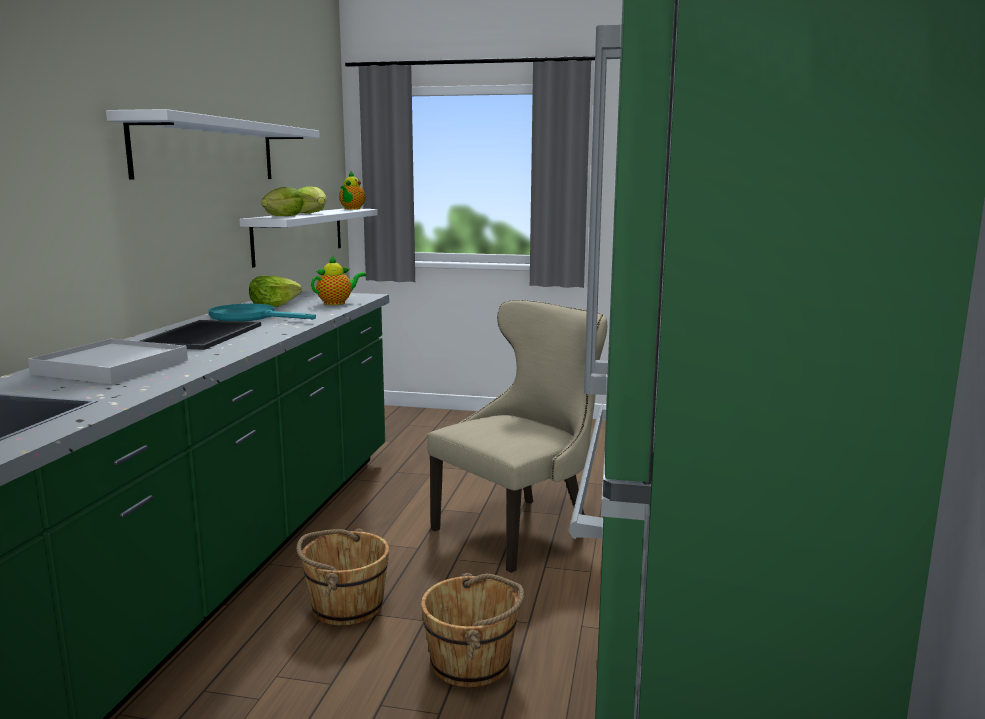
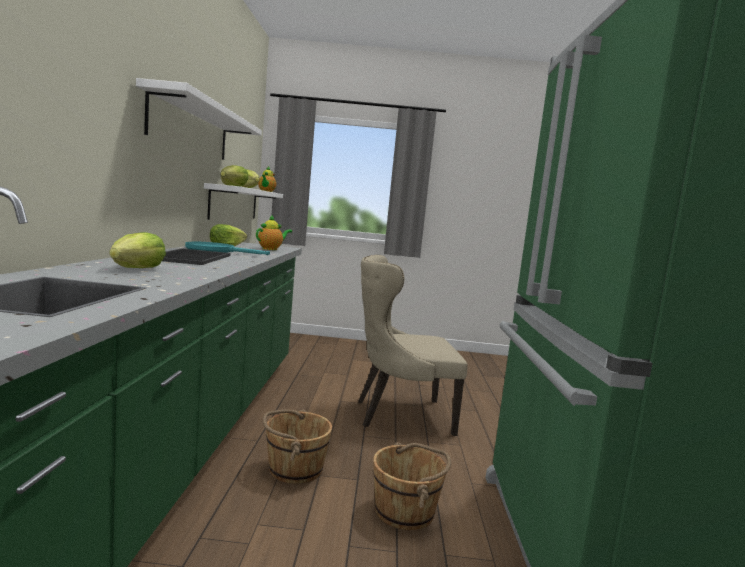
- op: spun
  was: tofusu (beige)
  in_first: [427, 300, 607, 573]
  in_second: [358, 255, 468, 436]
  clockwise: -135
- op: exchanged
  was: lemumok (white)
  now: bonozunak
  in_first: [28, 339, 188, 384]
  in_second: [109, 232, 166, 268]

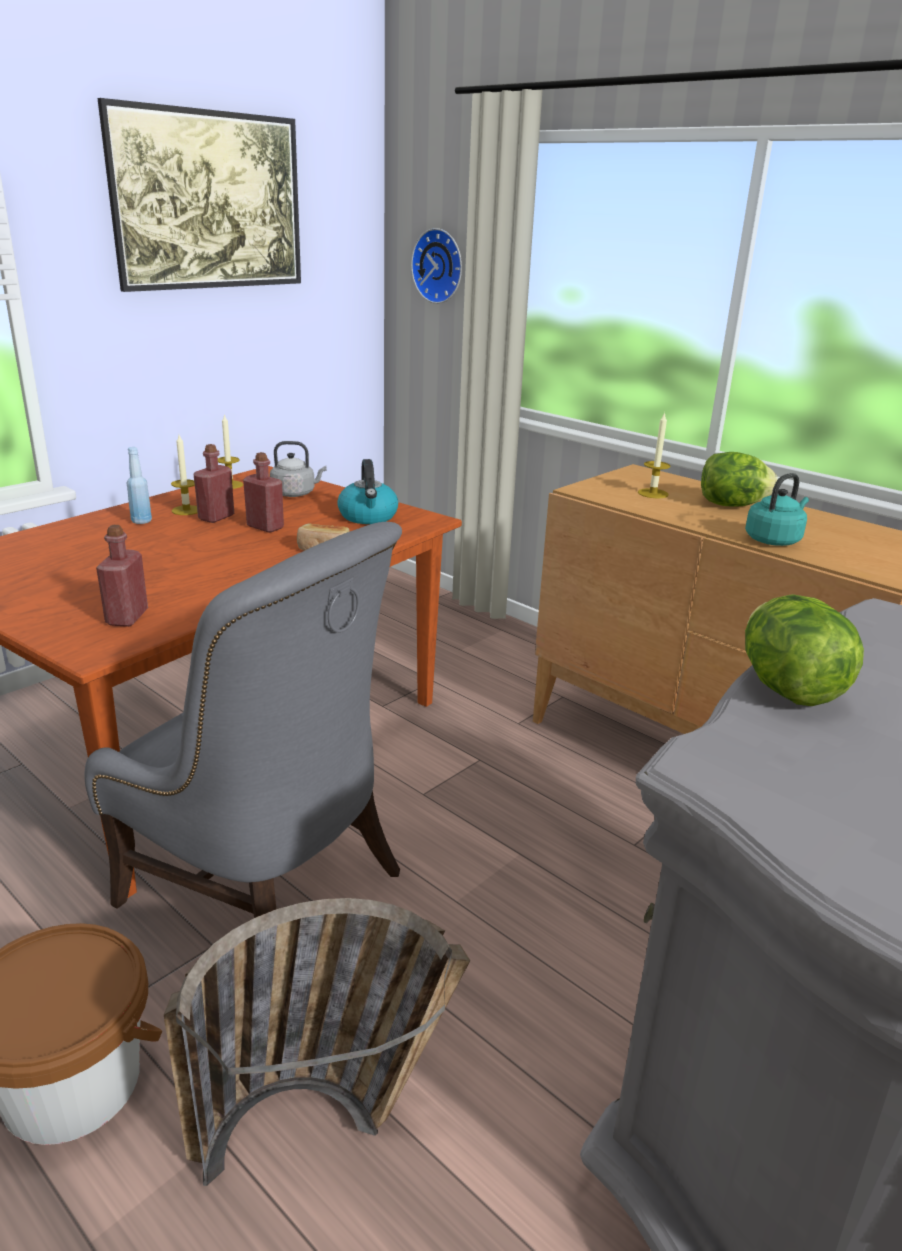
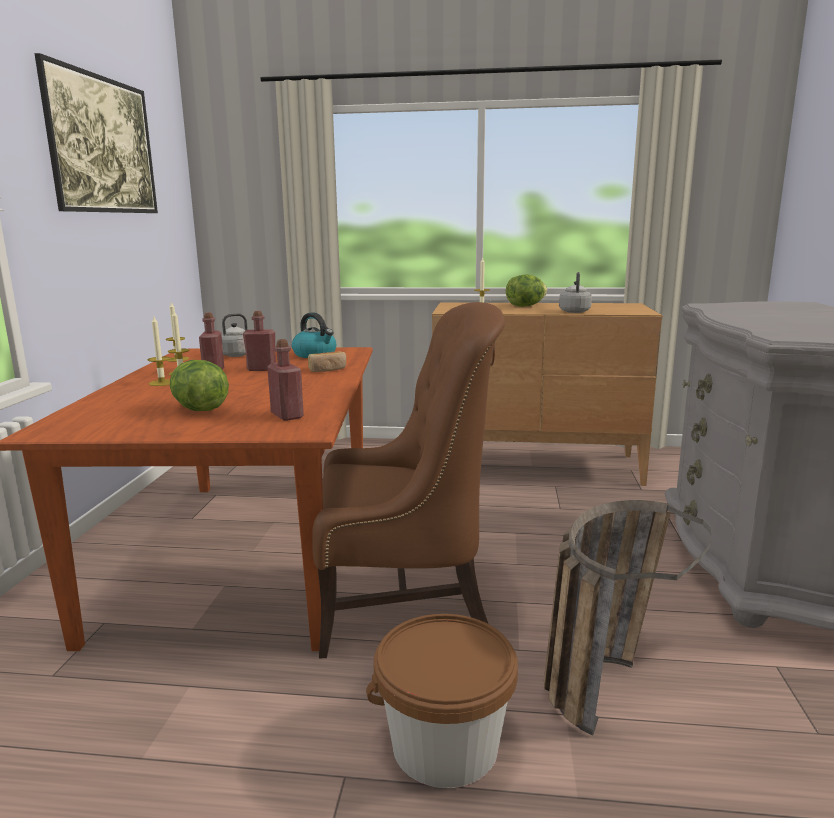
- op: missing
  was: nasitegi
  in_first: [411, 228, 462, 304]
- op: exchanged
  was: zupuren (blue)
  now: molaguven
  in_first: [127, 447, 152, 524]
  in_second: [147, 316, 171, 386]
- op: colour
  was: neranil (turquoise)
  now: neranil (grey)
  in_first: [745, 473, 809, 546]
  in_second: [559, 272, 592, 313]
- op: colour
  was: tofusu (grey)
  now: tofusu (brown)
  in_first: [85, 522, 402, 918]
  in_second: [312, 302, 505, 658]
- op: relocated
  was: bonozunak
  in_first: [745, 594, 864, 706]
  in_second: [170, 360, 229, 411]

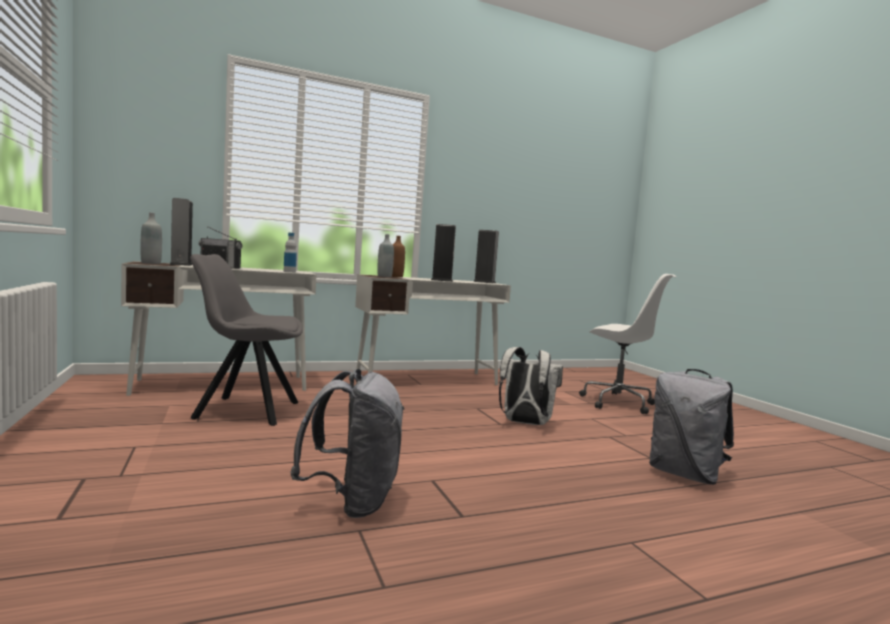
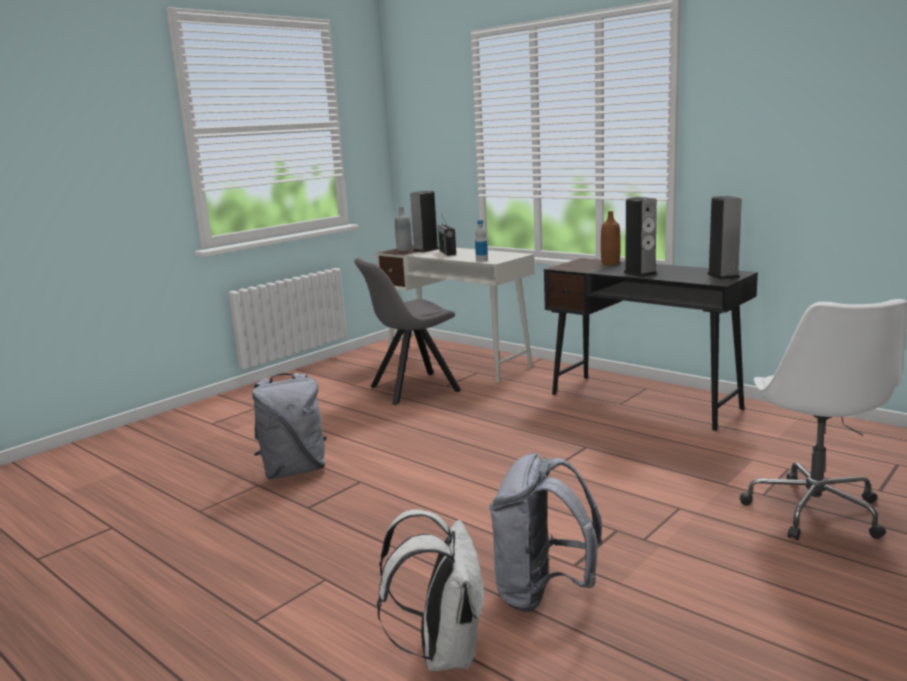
- op: missing
  was: zupuren (grey)
  in_first: [377, 234, 394, 277]
- op: spun
  was: tofusu (grey)
  in_first: [190, 254, 303, 426]
  in_second: [355, 258, 461, 405]
  clockwise: -90
- op: colour
  was: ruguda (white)
  now: ruguda (black)
  in_first: [355, 274, 511, 385]
  in_second: [544, 258, 758, 431]
- op: relocated
  was: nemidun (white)
  in_first: [499, 347, 563, 425]
  in_second: [377, 510, 485, 671]

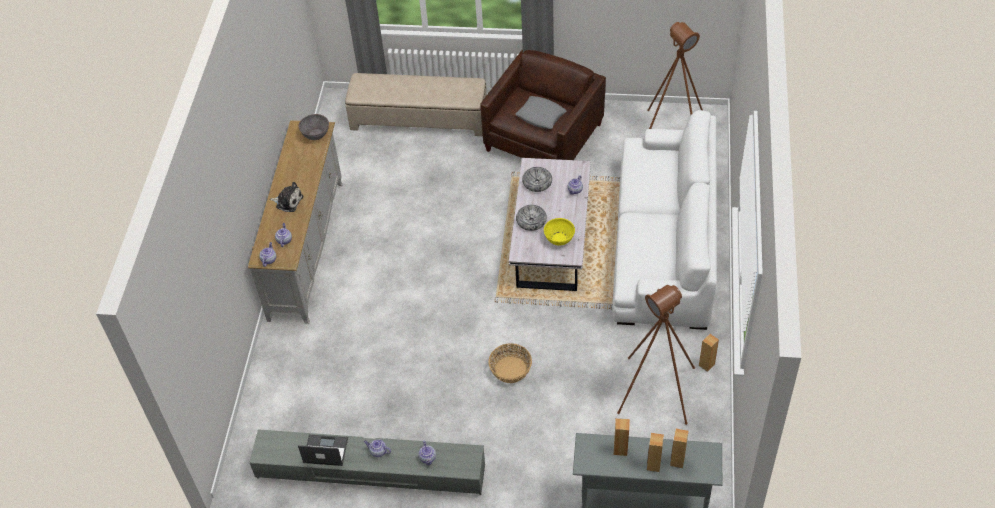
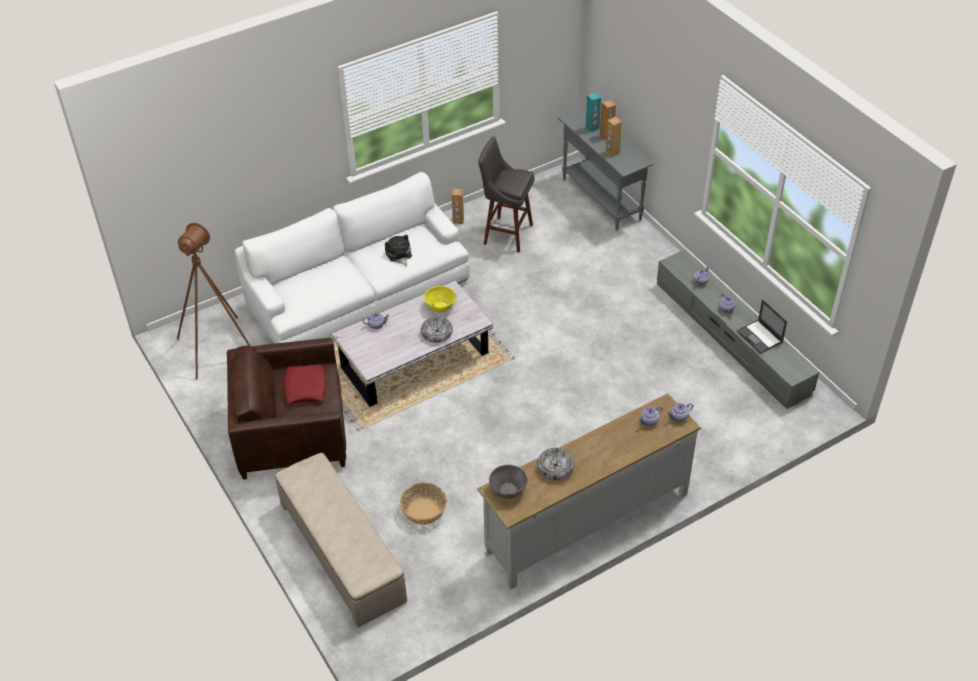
- op: colour
  was: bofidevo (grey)
  now: bofidevo (red)
  in_first: [515, 96, 567, 129]
  in_second: [284, 364, 326, 404]
- op: relocated
  was: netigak
  in_first: [522, 167, 552, 192]
  in_second: [537, 448, 574, 480]
- op: relocated
  was: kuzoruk
  in_first: [270, 182, 303, 212]
  in_second: [385, 234, 412, 266]
- op: exchanged
  was: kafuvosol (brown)
  now: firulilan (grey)
  in_first: [617, 285, 695, 425]
  in_second: [478, 137, 535, 252]
- op: relocated
  was: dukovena
  in_first: [488, 343, 532, 383]
  in_second: [400, 483, 447, 525]
- op: colour
  was: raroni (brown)
  now: raroni (turquoise)
  in_first: [670, 429, 689, 468]
  in_second: [586, 93, 601, 132]

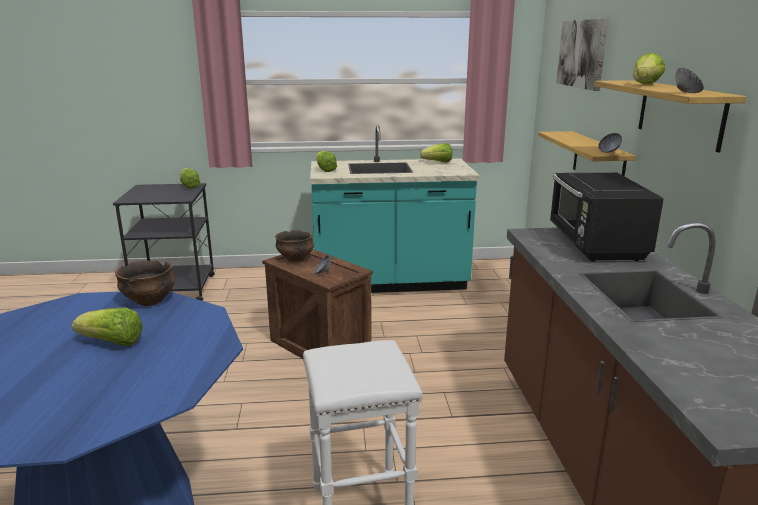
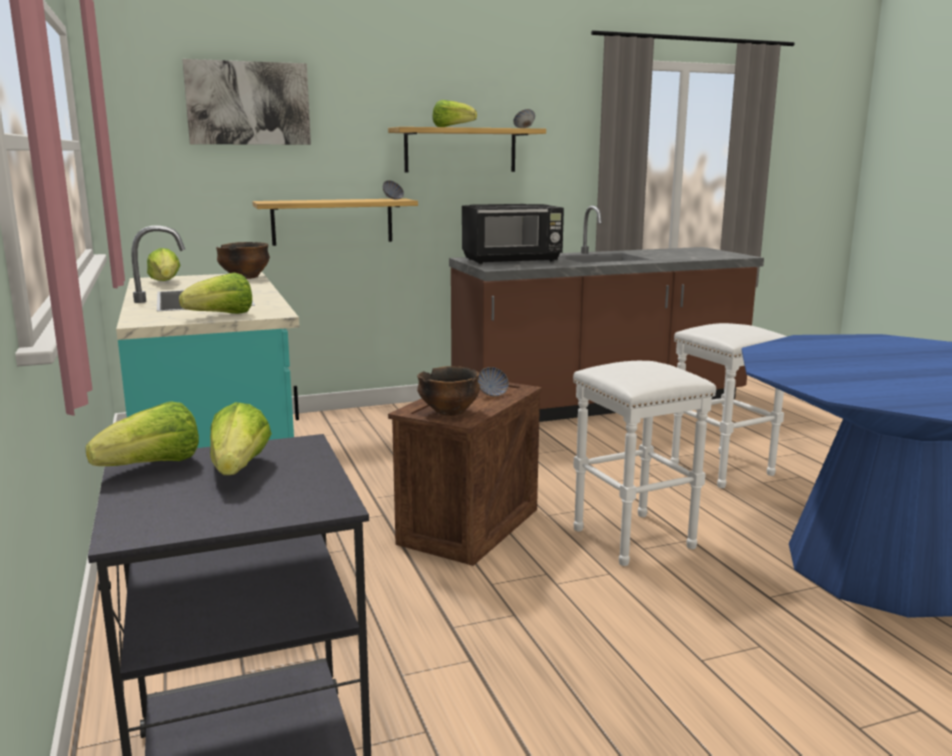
- op: relocated
  was: netigak
  in_first: [115, 261, 175, 306]
  in_second: [216, 242, 270, 279]
- op: relocated
  was: bonozunak
  in_first: [72, 308, 143, 346]
  in_second: [210, 402, 272, 475]
- op: appeared
  now: firulilan (white)
  in_second: [573, 361, 716, 566]

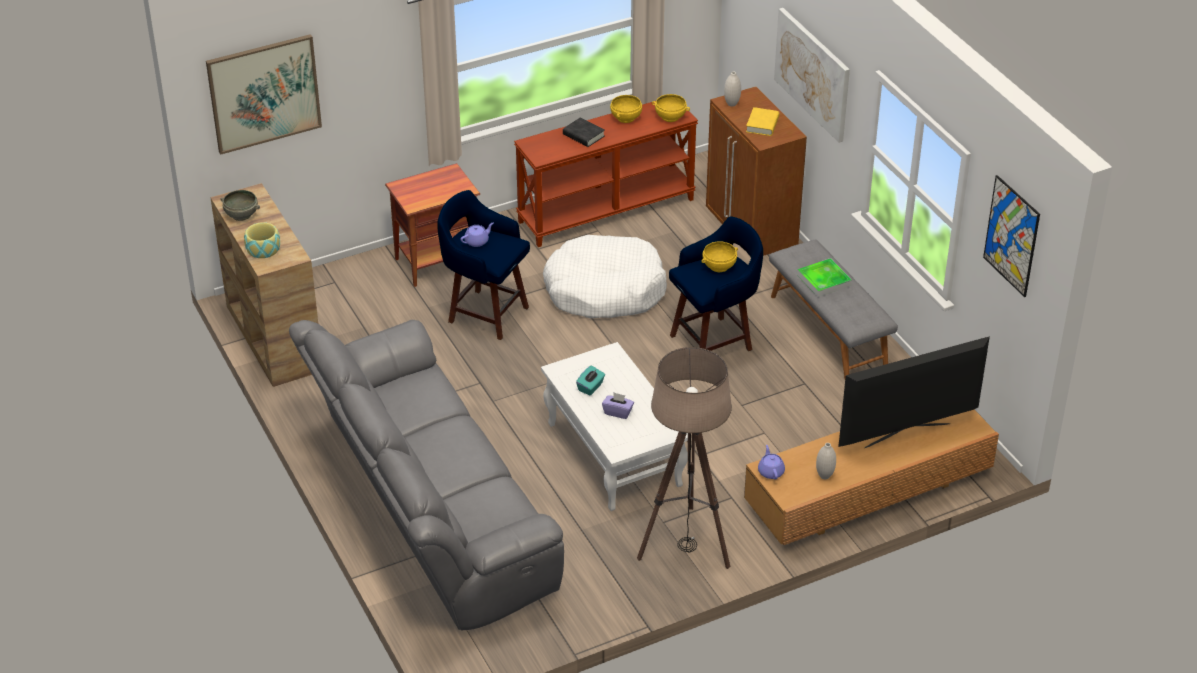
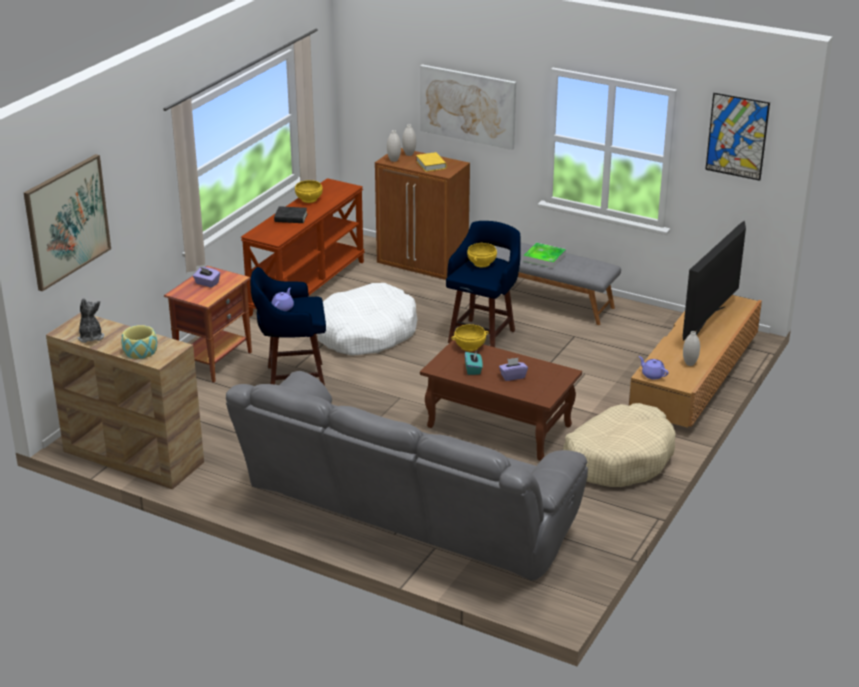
- op: relocated
  was: netigak (yellow)
  in_first: [652, 94, 690, 122]
  in_second: [451, 324, 489, 351]
- op: exchanged
  was: netigak (grey)
  now: kuzoruk
  in_first: [220, 190, 260, 221]
  in_second: [77, 298, 104, 343]
- op: colour
  was: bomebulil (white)
  now: bomebulil (brown)
  in_first: [541, 342, 688, 511]
  in_second: [420, 340, 582, 461]
- op: exchanged
  was: kafuvosol
  now: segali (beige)
  in_first: [637, 347, 732, 569]
  in_second: [563, 403, 676, 487]
- op: appeared
  now: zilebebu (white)
  in_second: [402, 125, 416, 156]
- op: appeared
  now: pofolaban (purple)
  in_second: [193, 267, 220, 288]

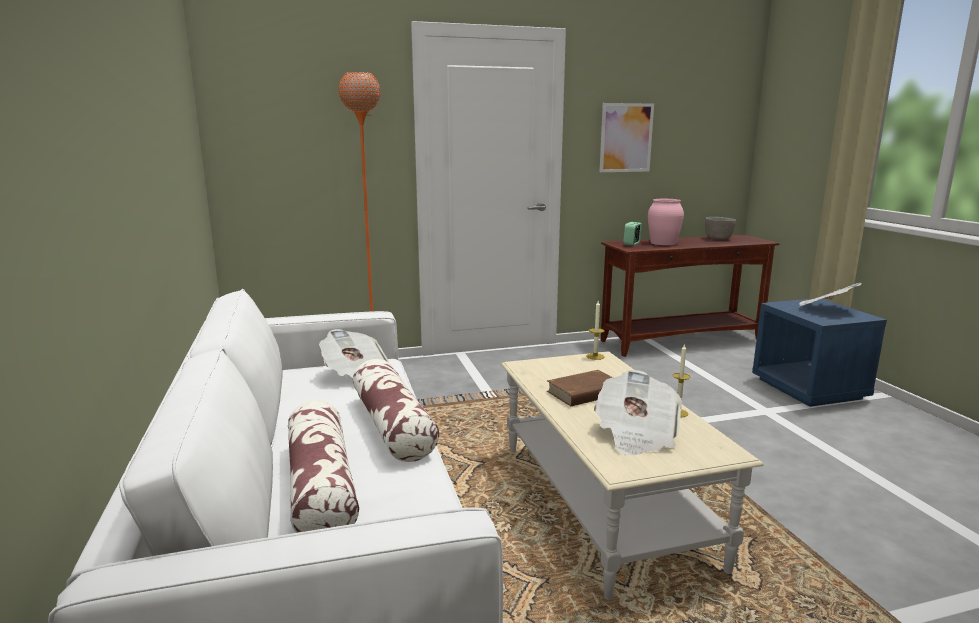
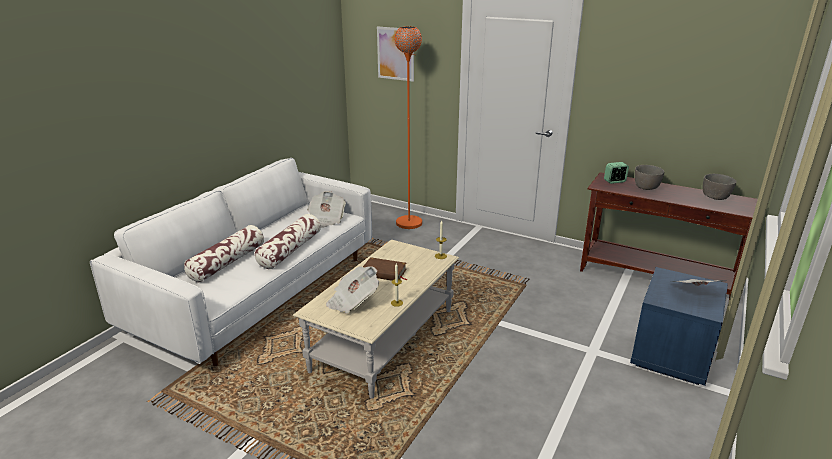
- op: relocated
  was: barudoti
  in_first: [600, 103, 654, 172]
  in_second: [377, 27, 414, 82]
- op: exchanged
  was: zilebebu (pink)
  now: netigak (grey)
  in_first: [648, 199, 684, 245]
  in_second: [635, 165, 664, 190]

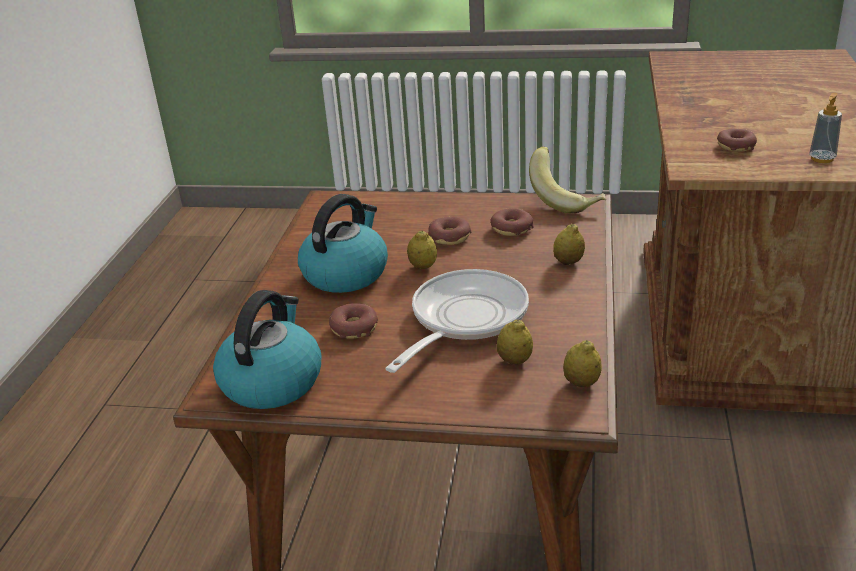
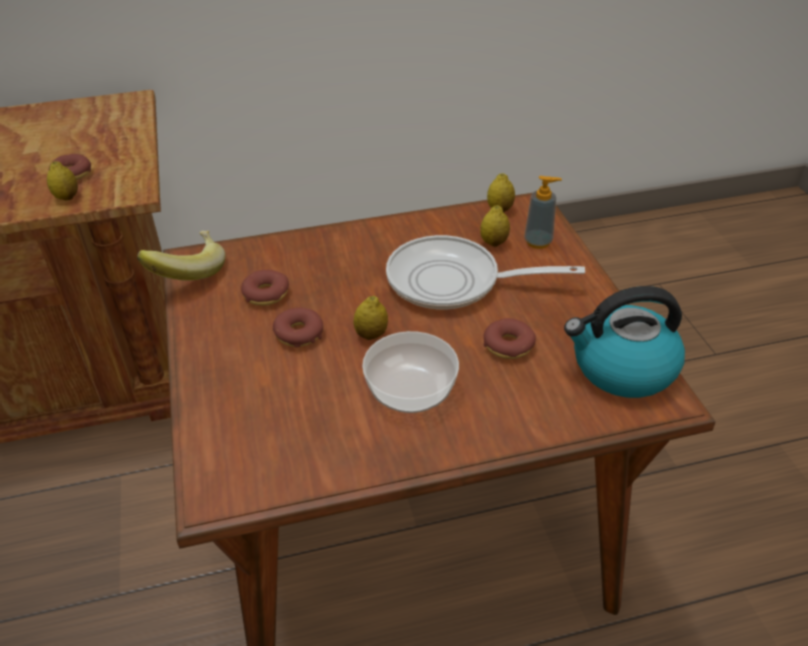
- op: relocated
  was: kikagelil
  in_first: [809, 93, 842, 163]
  in_second: [524, 176, 562, 249]
- op: exchanged
  was: neranil
  now: netigak
  in_first: [298, 194, 388, 293]
  in_second: [362, 331, 459, 413]
- op: relocated
  was: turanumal
  in_first: [553, 224, 585, 265]
  in_second: [47, 161, 78, 200]

